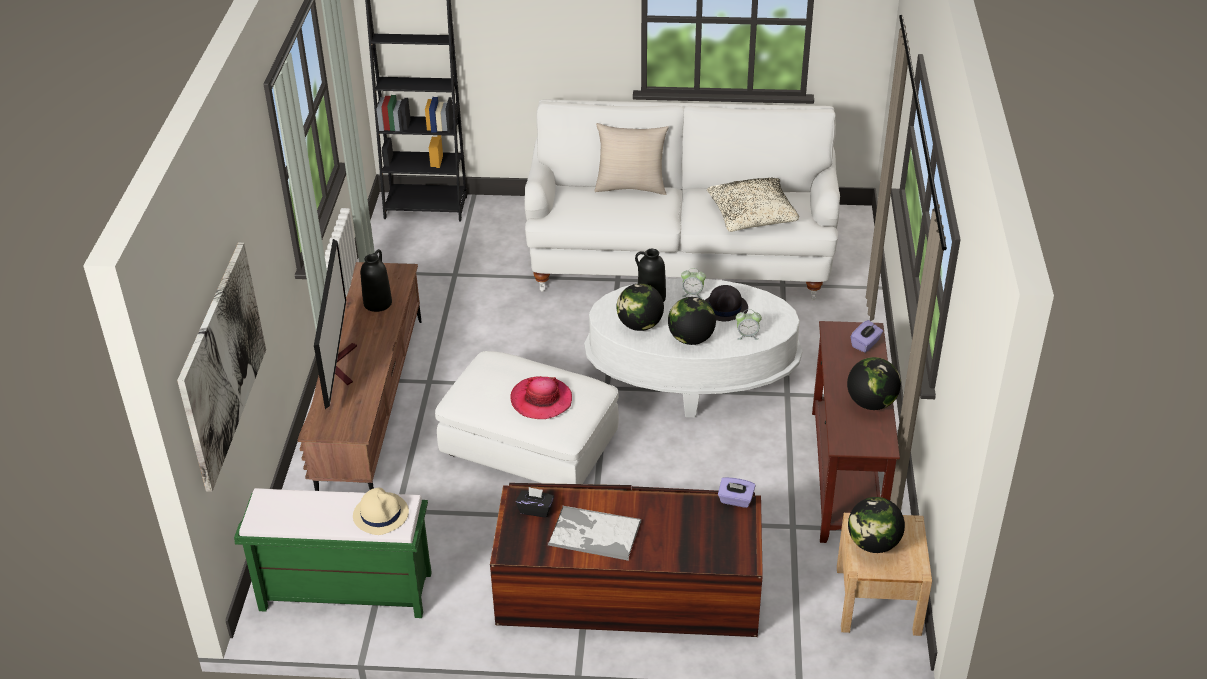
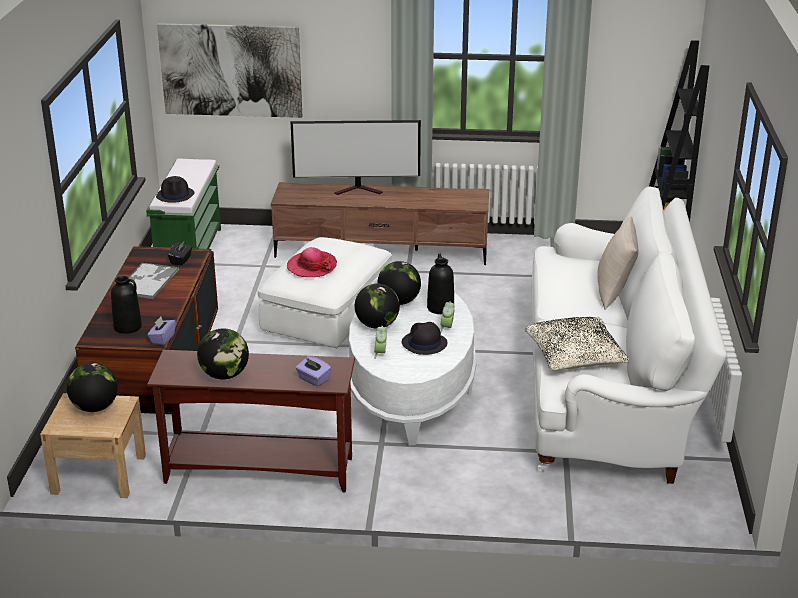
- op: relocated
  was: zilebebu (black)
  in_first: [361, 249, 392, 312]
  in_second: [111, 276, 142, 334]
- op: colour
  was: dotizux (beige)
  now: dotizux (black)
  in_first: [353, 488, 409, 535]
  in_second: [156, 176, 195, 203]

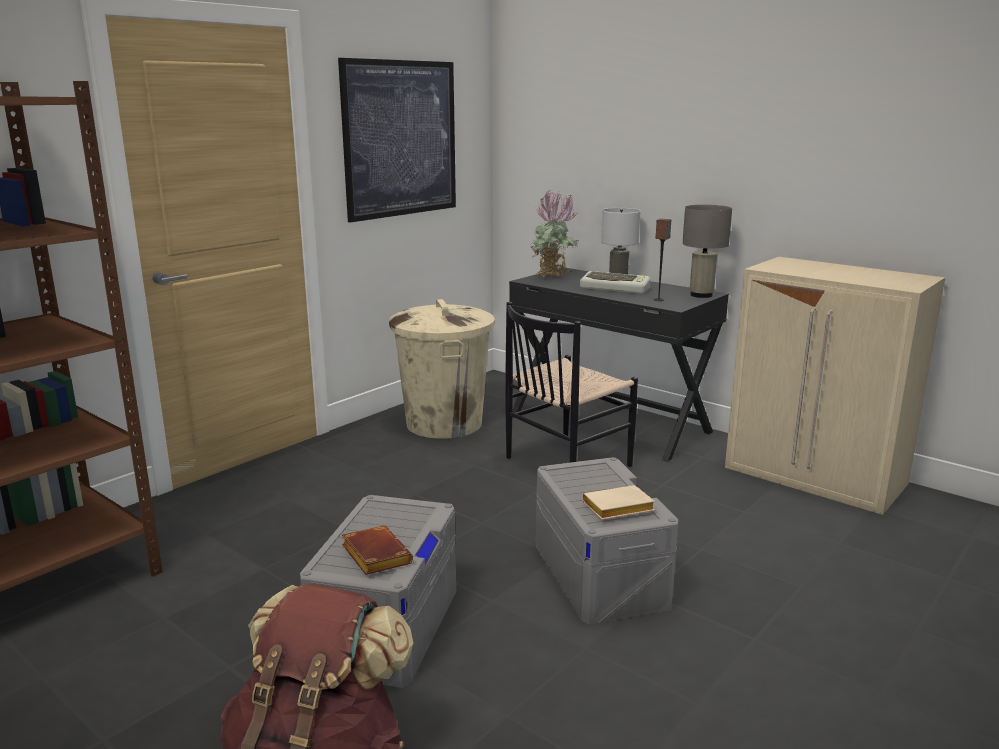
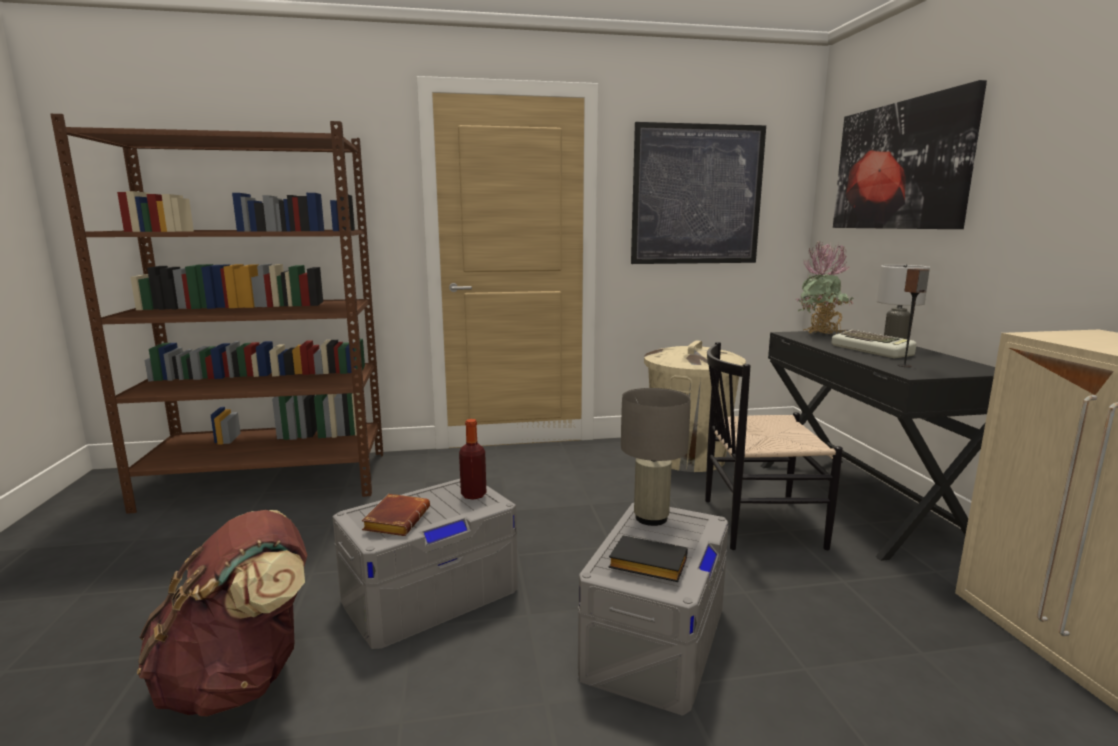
- op: relocated
  was: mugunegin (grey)
  in_first: [683, 205, 732, 298]
  in_second: [621, 388, 691, 526]
- op: colour
  was: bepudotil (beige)
  now: bepudotil (black)
  in_first: [583, 485, 655, 520]
  in_second: [609, 536, 688, 582]
- op: appeared
  now: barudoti
  in_second: [833, 80, 987, 229]
- op: appeared
  now: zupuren
  in_second: [459, 419, 487, 500]

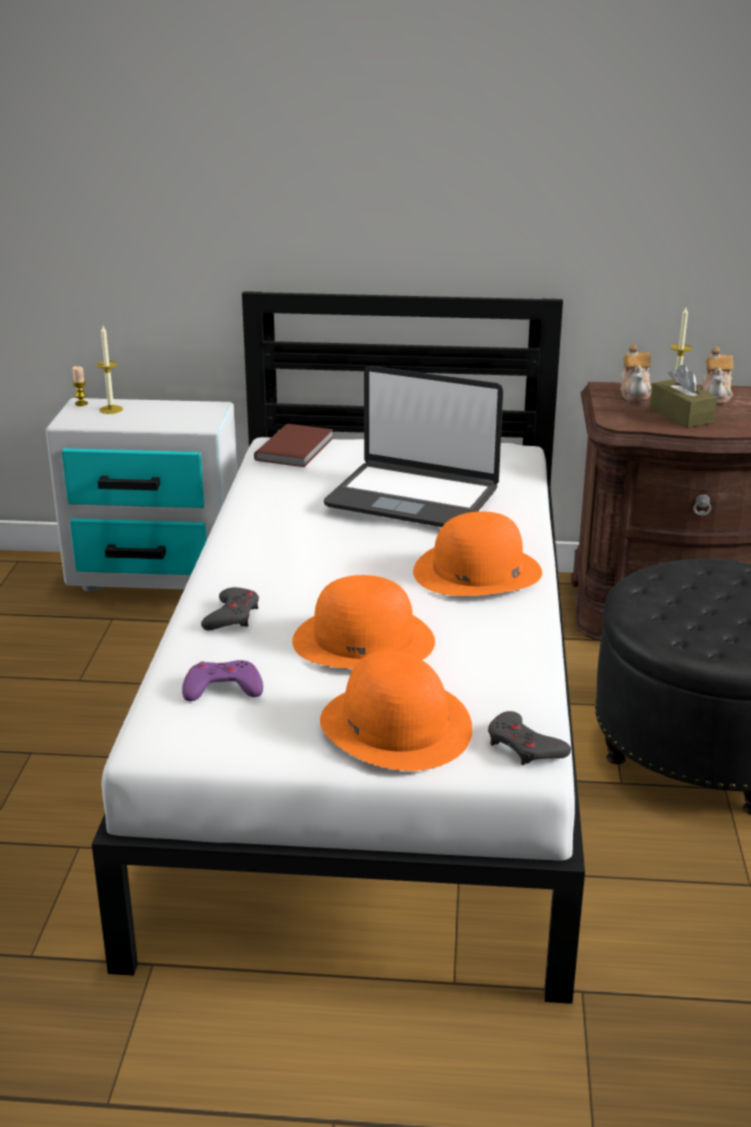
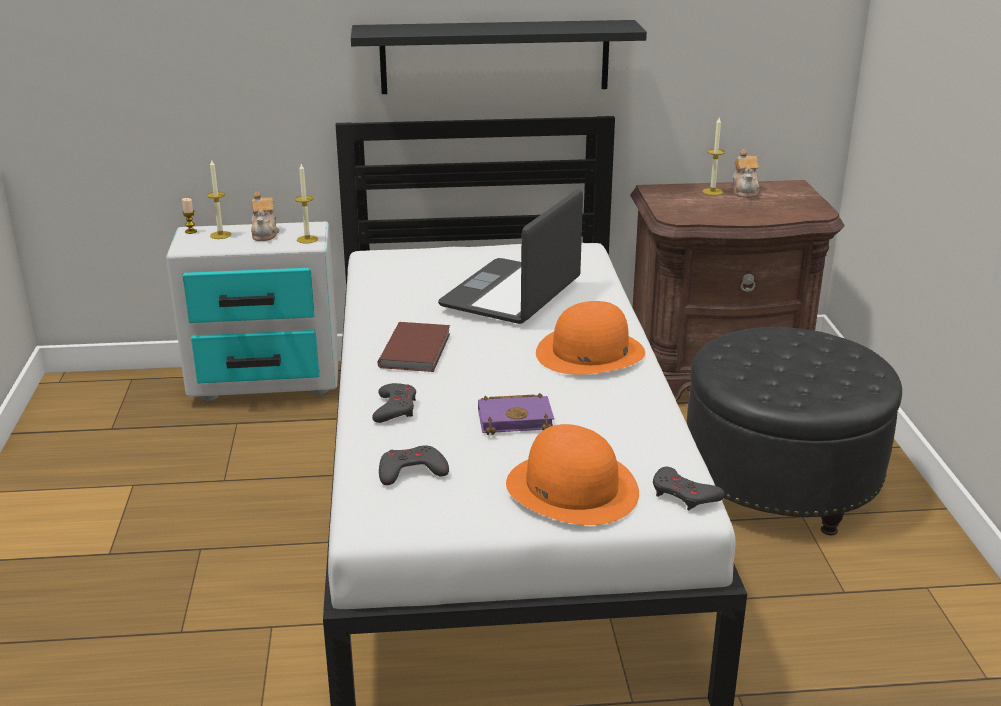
- op: relocated
  was: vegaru
  in_first: [620, 344, 652, 401]
  in_second: [251, 192, 279, 241]
- op: missing
  was: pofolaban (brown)
  in_first: [650, 364, 717, 428]
- op: spun
  was: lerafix
  in_first: [324, 366, 503, 527]
  in_second: [438, 189, 583, 324]
  clockwise: 105
- op: relocated
  was: bepudotil (brown)
  in_first: [254, 424, 333, 467]
  in_second: [378, 322, 450, 372]
- op: exchanged
  was: dotizux (orange)
  now: bepudotil (purple)
  in_first: [292, 575, 435, 669]
  in_second: [478, 393, 554, 435]
- op: colour
  was: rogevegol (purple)
  now: rogevegol (grey)
  in_first: [182, 660, 263, 701]
  in_second: [379, 445, 449, 485]
- op: appeared
  now: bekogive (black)
  in_second: [351, 20, 647, 94]
- op: appeared
  now: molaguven
  in_second: [295, 164, 318, 244]

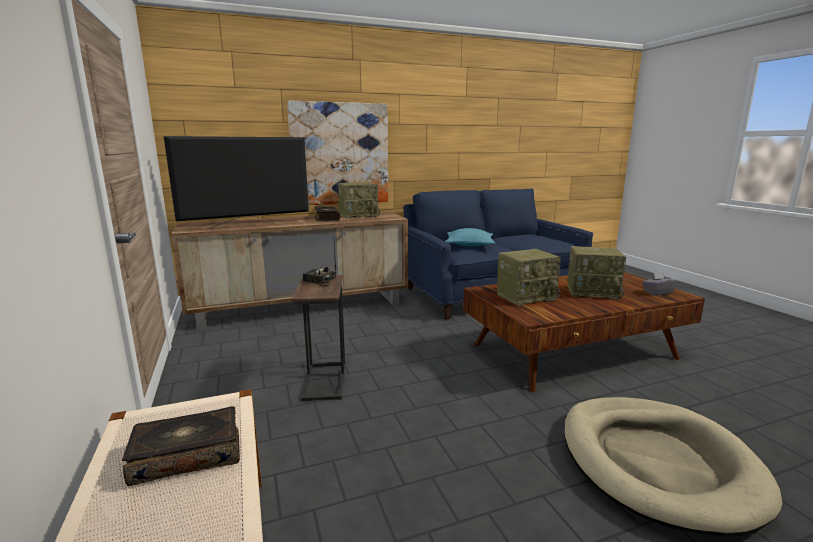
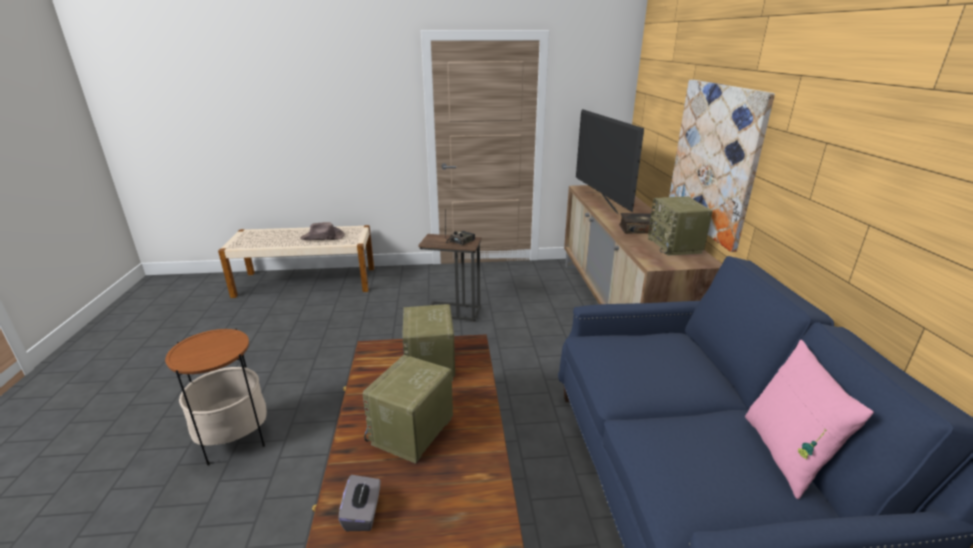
- op: missing
  was: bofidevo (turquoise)
  in_first: [445, 228, 496, 246]
- op: exchanged
  was: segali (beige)
  now: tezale
  in_first: [564, 397, 783, 536]
  in_second: [165, 328, 267, 465]
- op: exchanged
  was: bepudotil
  now: dotizux (brown)
  in_first: [122, 406, 240, 486]
  in_second: [300, 222, 345, 240]
- op: appeared
  now: bofidevo (pink)
  in_second: [745, 340, 874, 499]

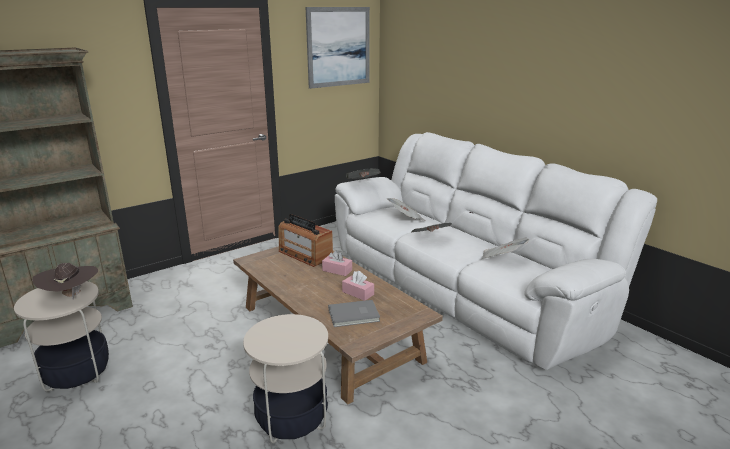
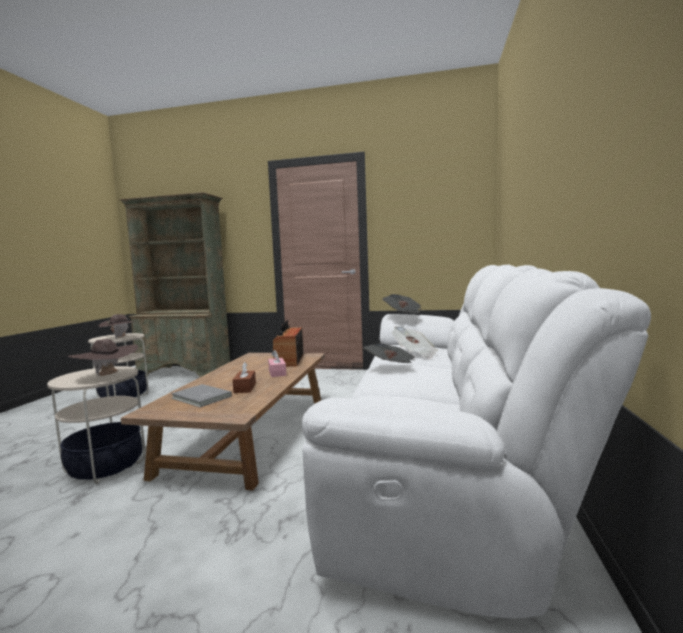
- op: missing
  was: barudoti
  in_first: [305, 7, 370, 89]
- op: missing
  was: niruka
  in_first: [481, 237, 529, 259]
- op: colour
  was: pofolaban (pink)
  now: pofolaban (brown)
  in_first: [342, 271, 374, 301]
  in_second: [233, 362, 256, 393]
- op: appeared
  now: dotizux (brown)
  in_second: [68, 339, 138, 376]

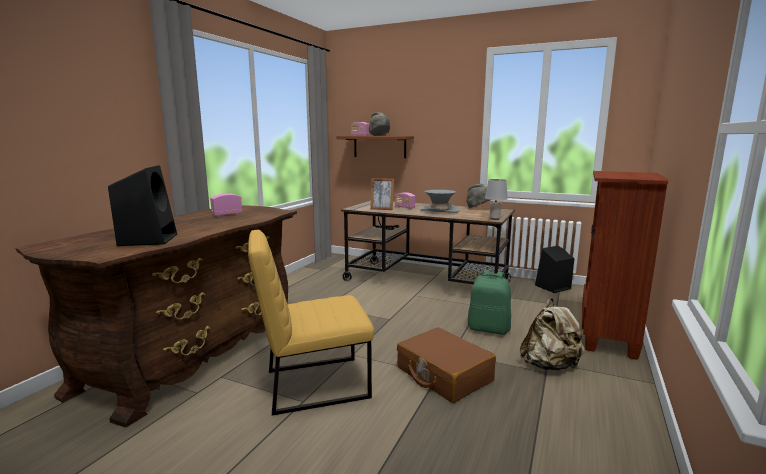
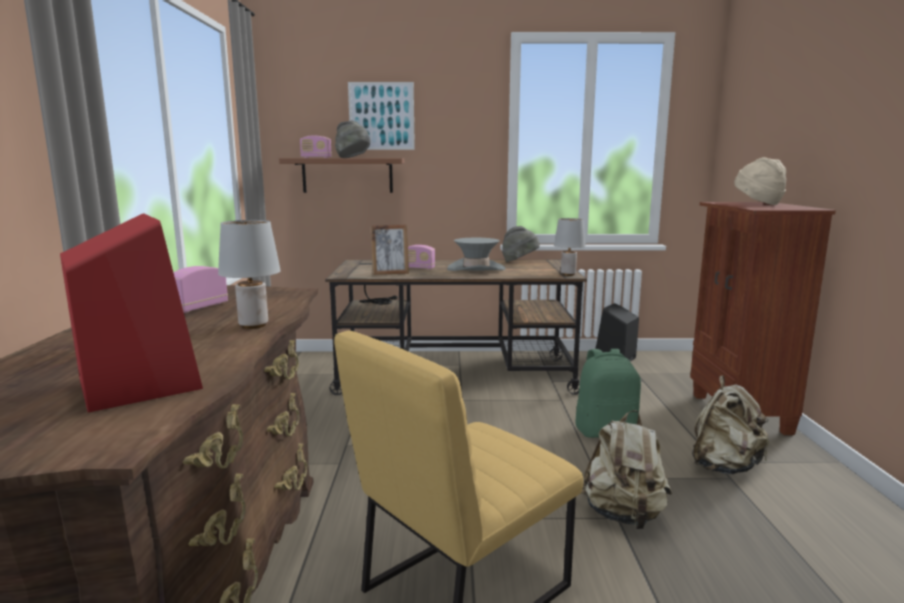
- op: colour
  was: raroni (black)
  now: raroni (red)
  in_first: [108, 165, 177, 246]
  in_second: [60, 213, 203, 413]
- op: exchanged
  was: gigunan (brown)
  now: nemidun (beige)
  in_first: [397, 327, 496, 403]
  in_second: [581, 410, 672, 529]
- op: appeared
  now: barudoti
  in_second: [348, 82, 415, 150]
- op: appeared
  now: dotizux (beige)
  in_second: [734, 157, 786, 205]
- op: appeared
  now: mugunegin (grey)
  in_second: [218, 220, 281, 329]

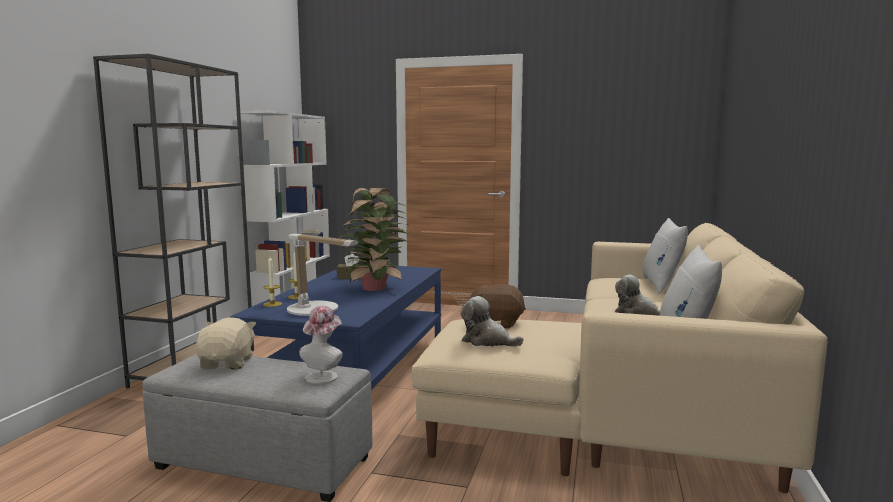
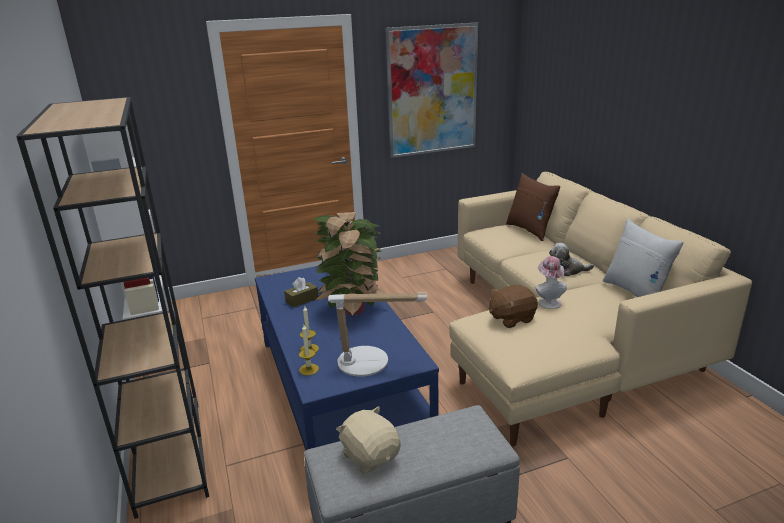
- op: colour
  was: bofidevo (grey)
  now: bofidevo (brown)
  in_first: [643, 218, 688, 294]
  in_second: [506, 173, 560, 241]
- op: missing
  was: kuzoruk
  in_first: [461, 296, 523, 347]
- op: relocated
  was: dotizux
  in_first: [299, 306, 343, 384]
  in_second: [535, 256, 567, 309]
- op: appeared
  now: barudoti
  in_second: [386, 23, 478, 158]

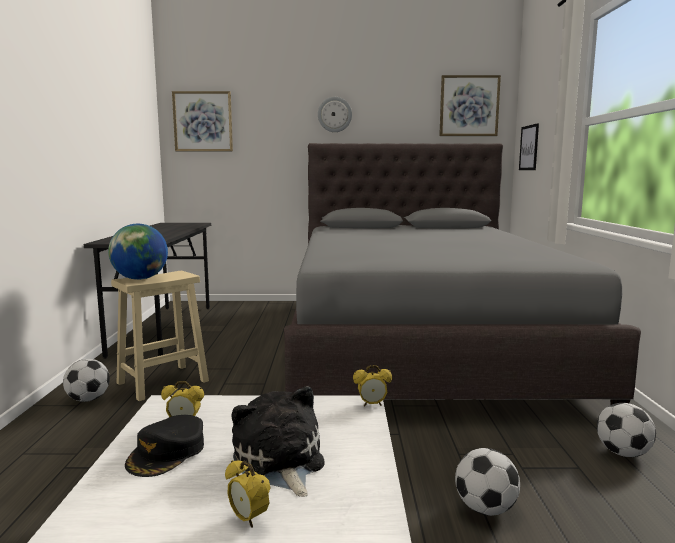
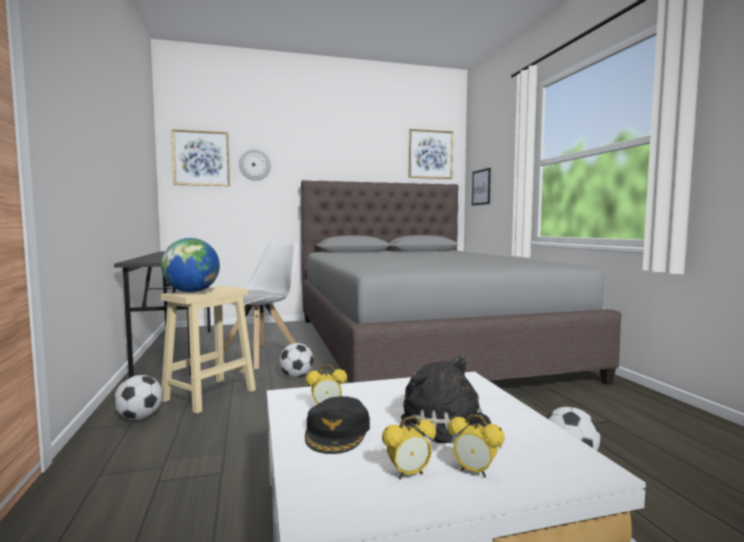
- op: relocated
  was: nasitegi
  in_first: [318, 97, 352, 132]
  in_second: [239, 149, 271, 181]
- op: relocated
  was: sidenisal
  in_first: [353, 365, 392, 407]
  in_second: [382, 415, 436, 479]
- op: relocated
  was: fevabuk
  in_first: [597, 403, 656, 457]
  in_second: [279, 343, 314, 378]
- op: appeared
  now: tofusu
  in_second: [223, 242, 299, 369]

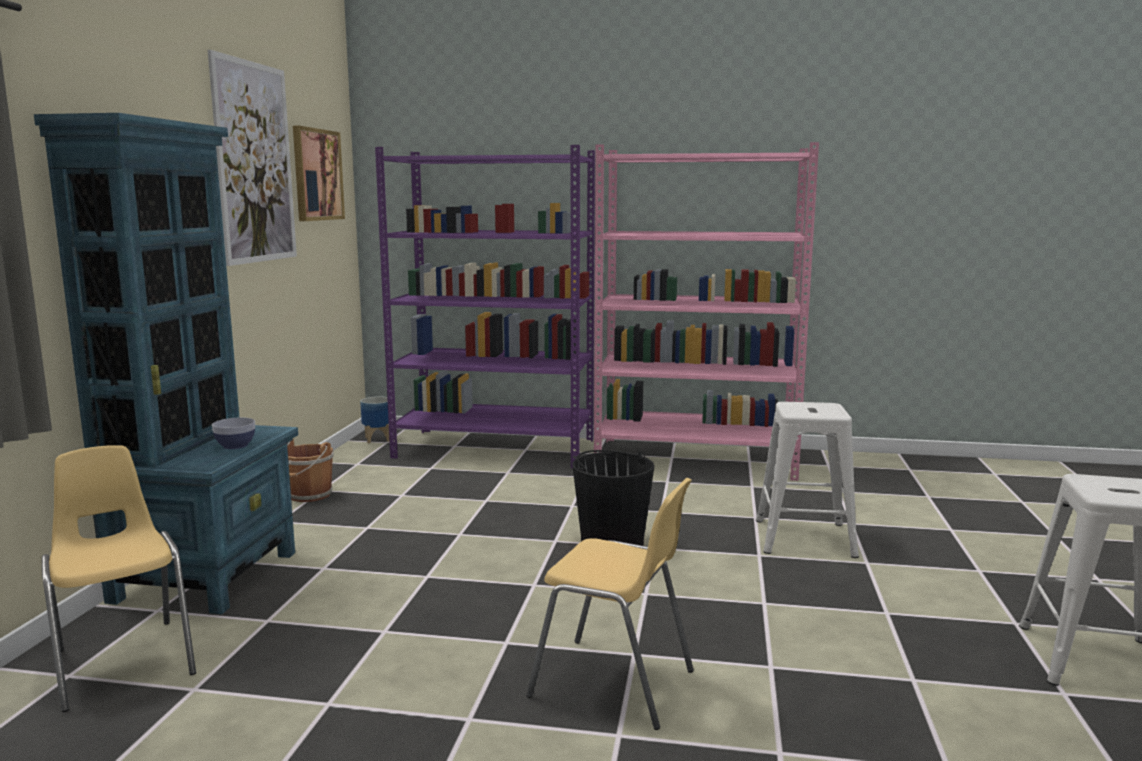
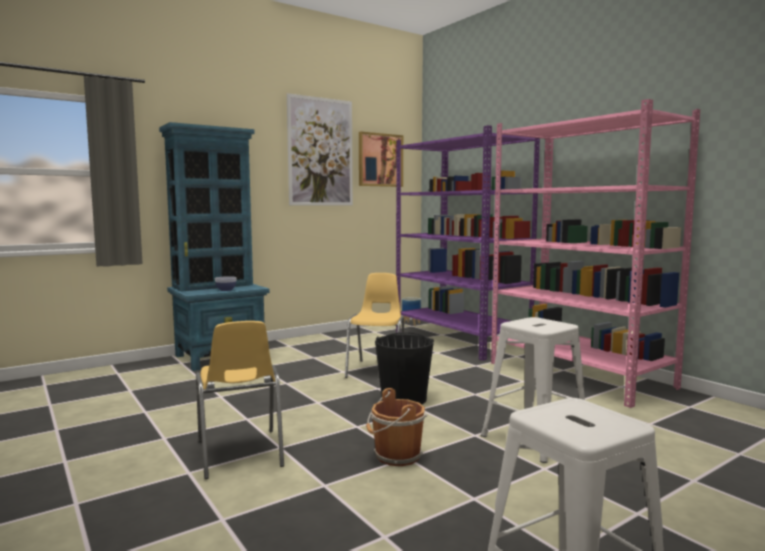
- op: relocated
  was: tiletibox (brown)
  in_first: [287, 439, 334, 502]
  in_second: [366, 388, 427, 466]
- op: relocated
  was: tofusu (yellow)
  in_first: [42, 445, 196, 712]
  in_second: [345, 273, 404, 378]

